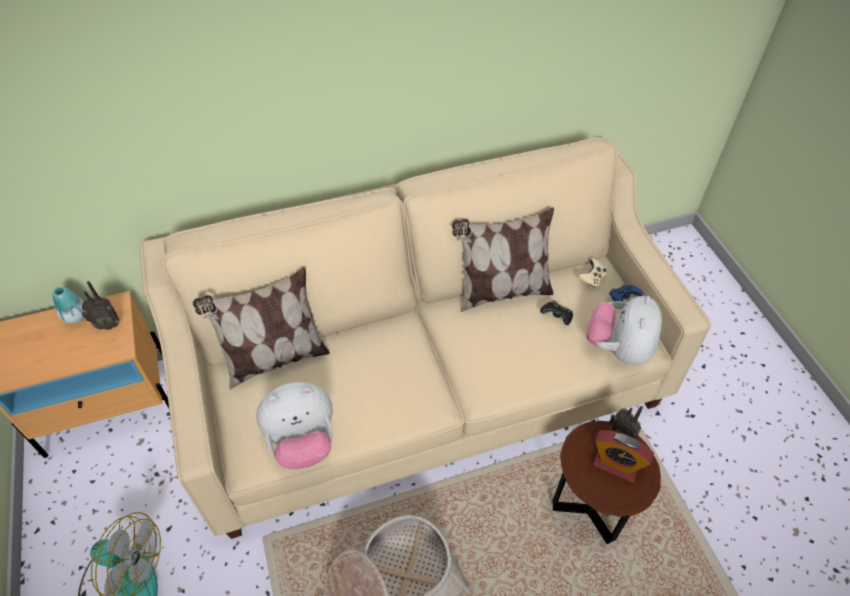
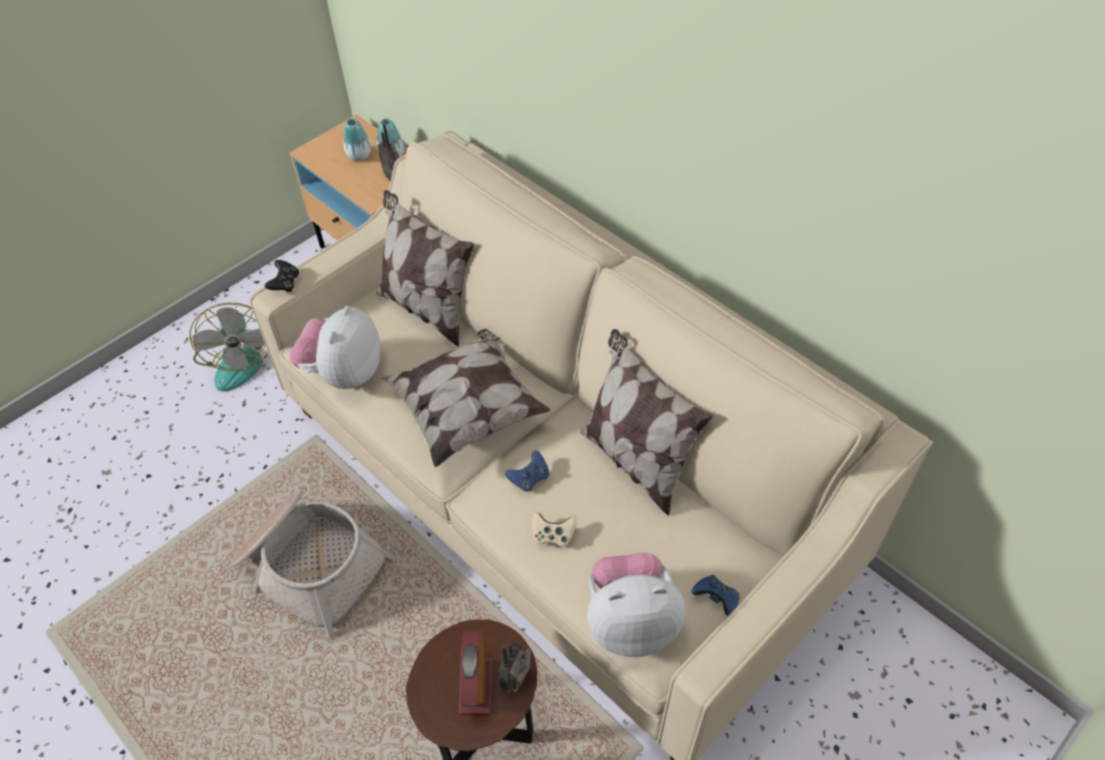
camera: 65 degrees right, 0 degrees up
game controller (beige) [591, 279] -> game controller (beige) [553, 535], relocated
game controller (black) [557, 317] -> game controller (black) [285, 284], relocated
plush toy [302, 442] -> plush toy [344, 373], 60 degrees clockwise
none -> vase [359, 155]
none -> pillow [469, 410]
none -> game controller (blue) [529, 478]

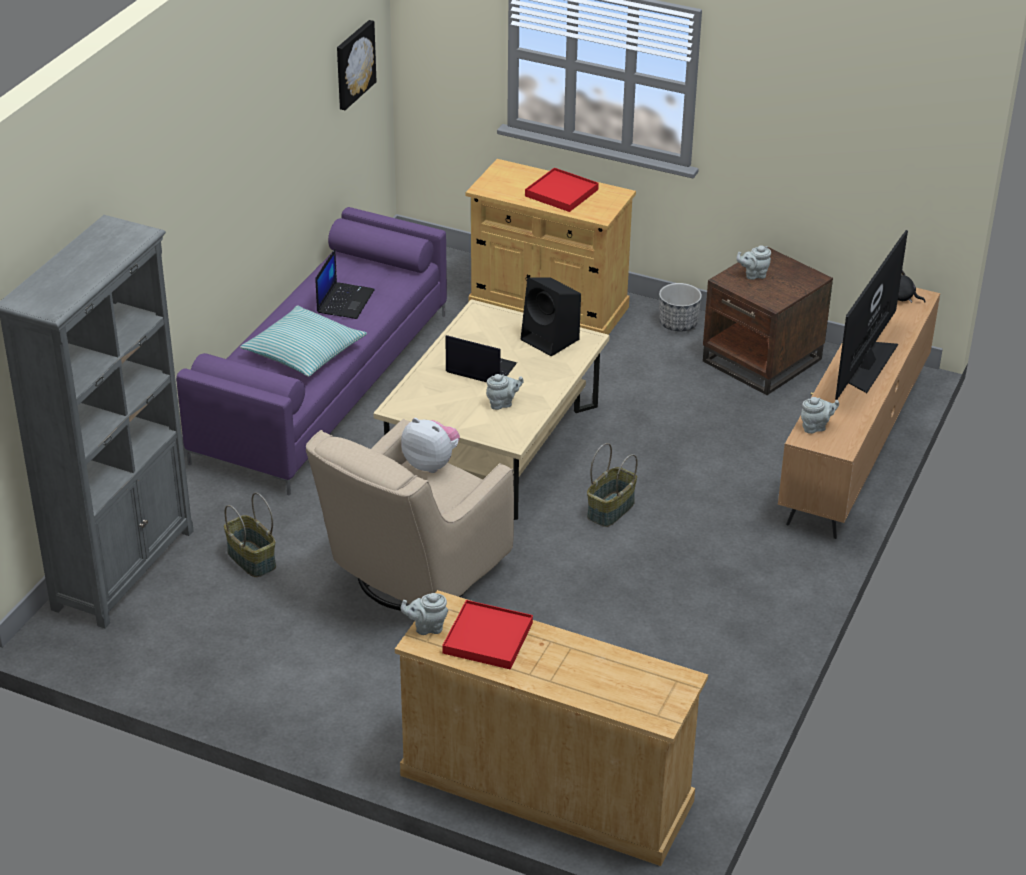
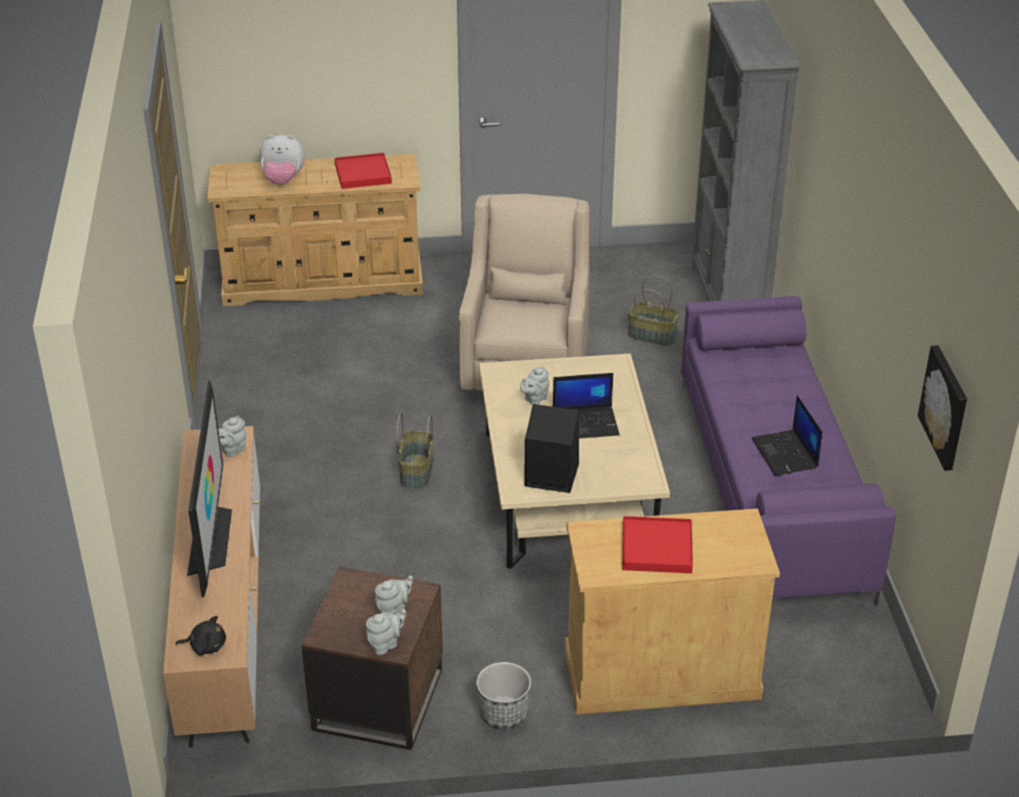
camera: 150 degrees right, 0 degrees up
pillow [304, 352] -> none
plush toy [431, 463] -> plush toy [283, 180], relocated
teapot (grey) [427, 627] -> teapot (grey) [386, 644], relocated

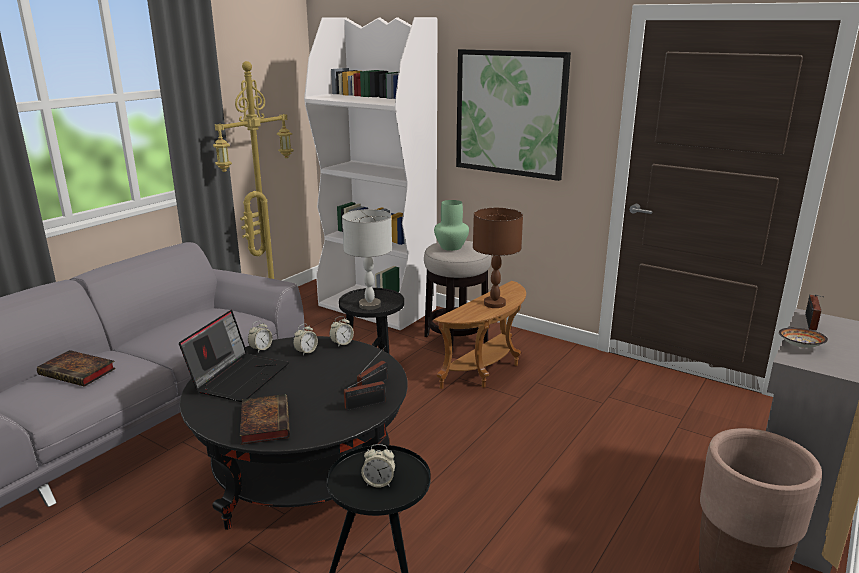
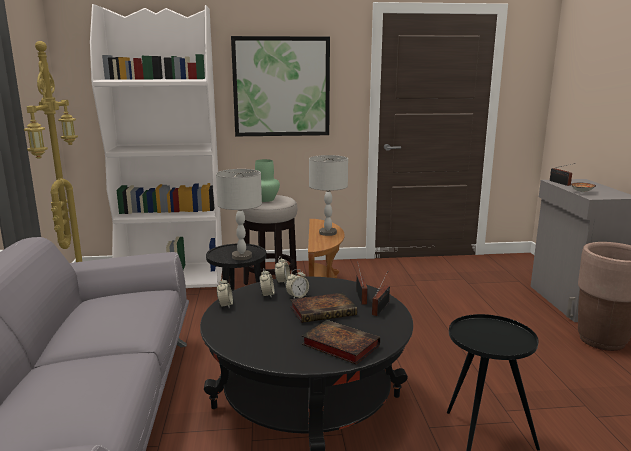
camera: 40 degrees left, 5 degrees down
table lamp (brown) [494, 304] -> table lamp (grey) [327, 233]
laptop [239, 376] -> none
book [79, 372] -> book [324, 311], relocated
alarm clock [379, 482] -> alarm clock [297, 296], relocated

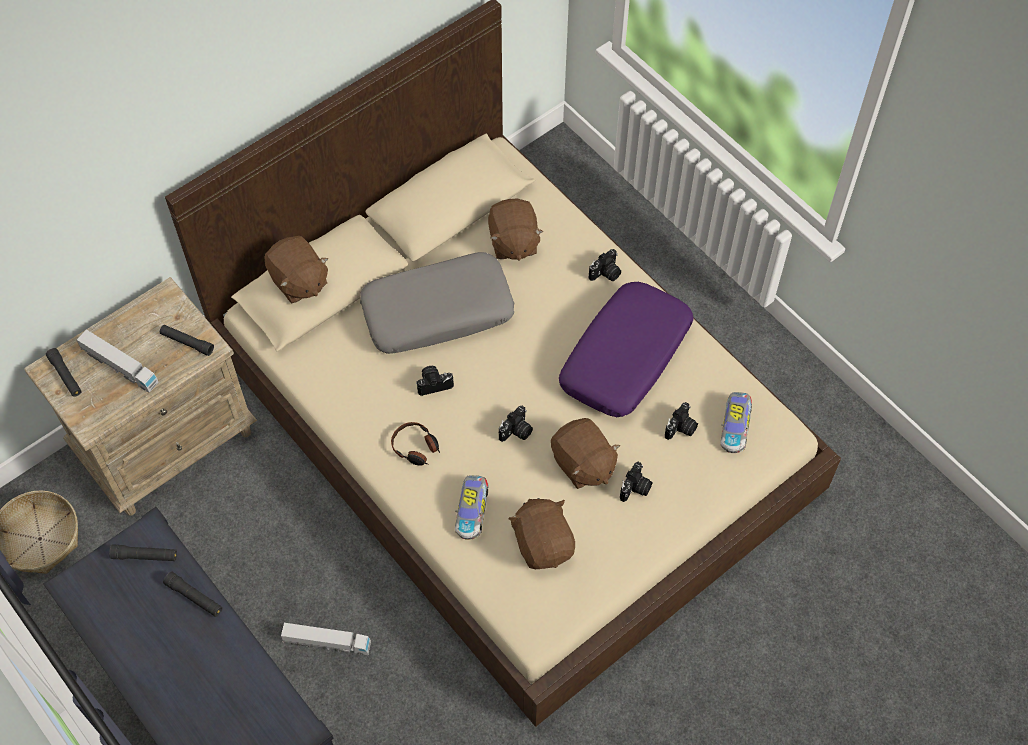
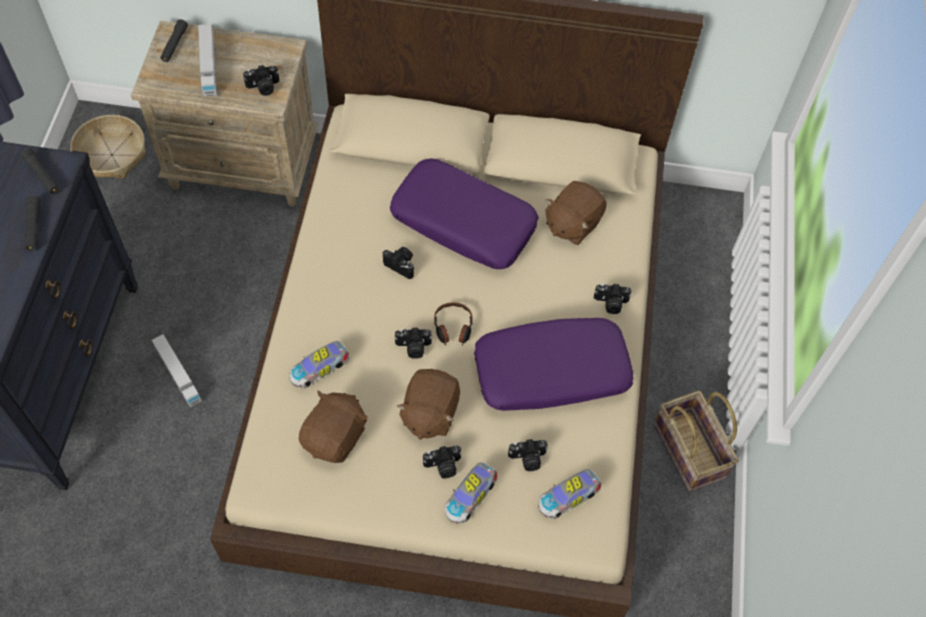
camera: 45 degrees right, 0 degrees up
plush toy (brown) [299, 281] -> none
pillow (grey) [438, 311] -> pillow (purple) [464, 222]
flashlight (black) [187, 342] -> photo camera [263, 87]
headphones [416, 448] -> headphones [453, 328], relocated
none -> basket [690, 451]
none -> toy car [471, 495]

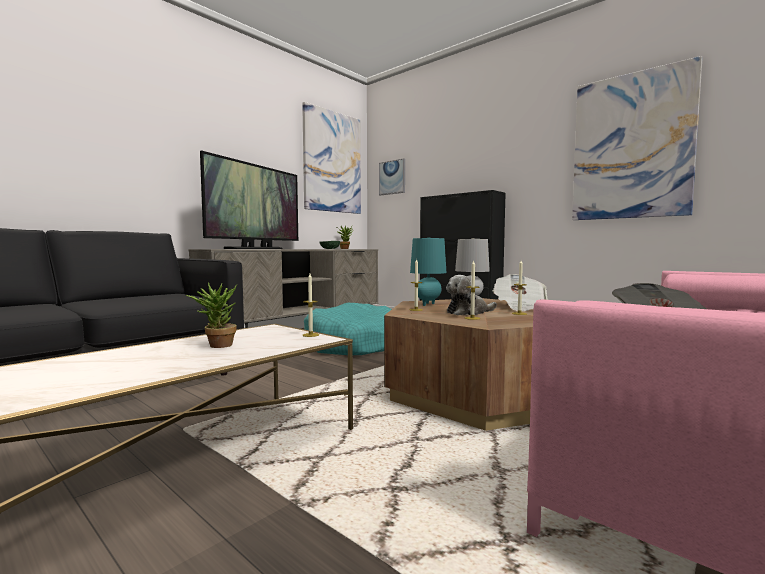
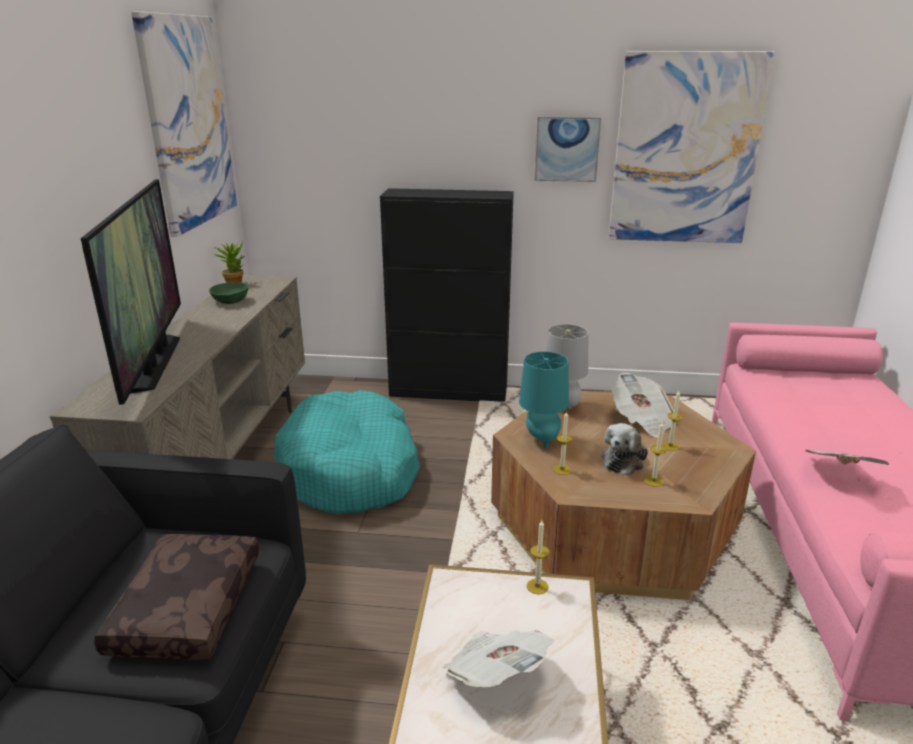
camera: 35 degrees left, 20 degrees up
picture [392, 177] -> picture [567, 149], relocated
potted plant [216, 346] -> newspaper [496, 674]
none -> pillow (brown) [186, 606]

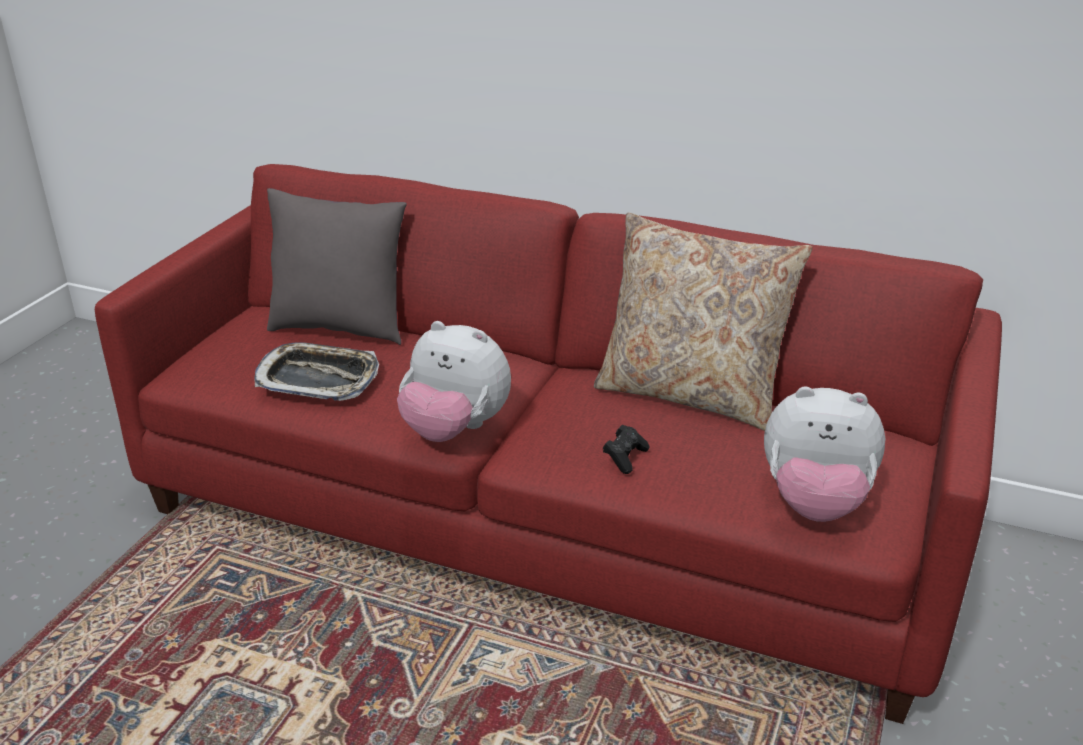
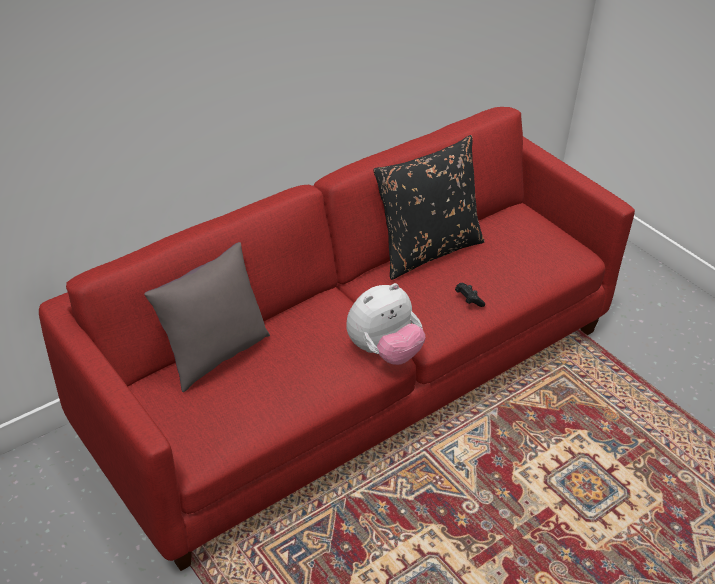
camera: 60 degrees left, 10 degrees up
pillow (beige) [691, 394] -> pillow (black) [427, 249]
tray [318, 379] -> none
plush toy [815, 503] -> none

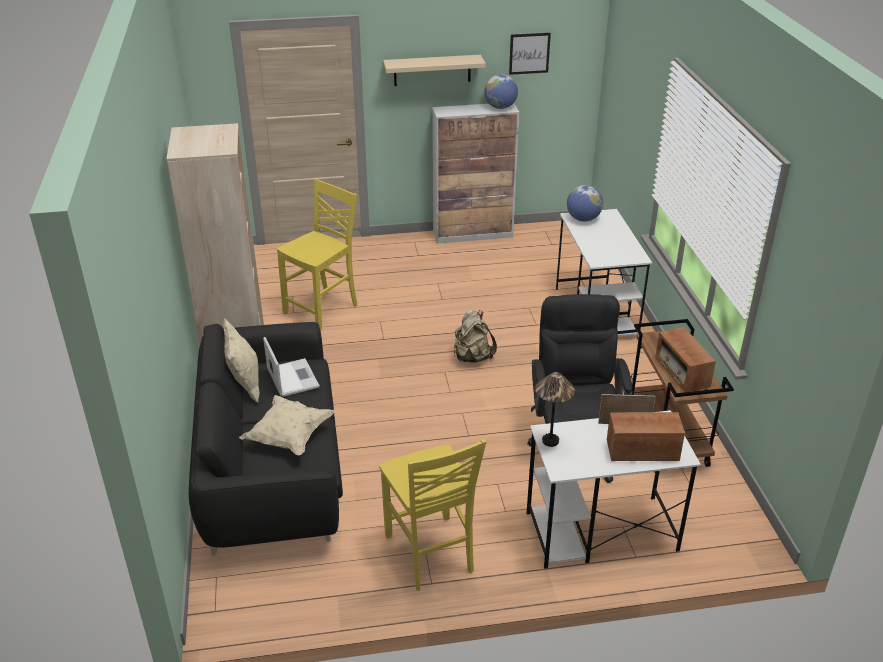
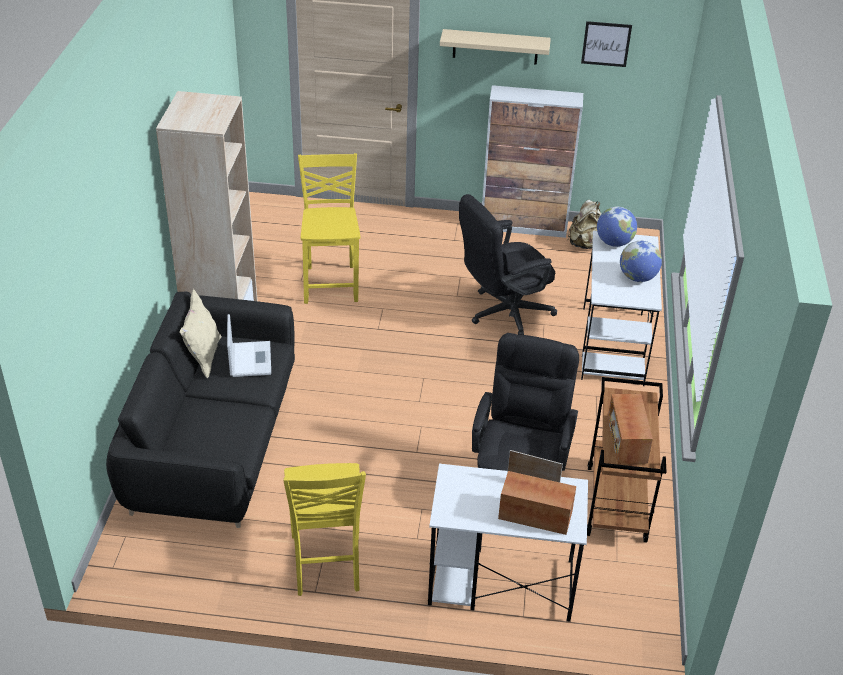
camera: 15 degrees right, 5 degrees up
globe [500, 107] -> globe [637, 277], relocated
chair (yellow) [323, 309] -> chair (yellow) [331, 283], 60 degrees counterclockwise
backpack (beige) [472, 357] -> backpack (beige) [585, 244], relocated
table lamp [550, 441] -> none
pillow (beige) [289, 437] -> none
none -> office chair (black) [503, 313]

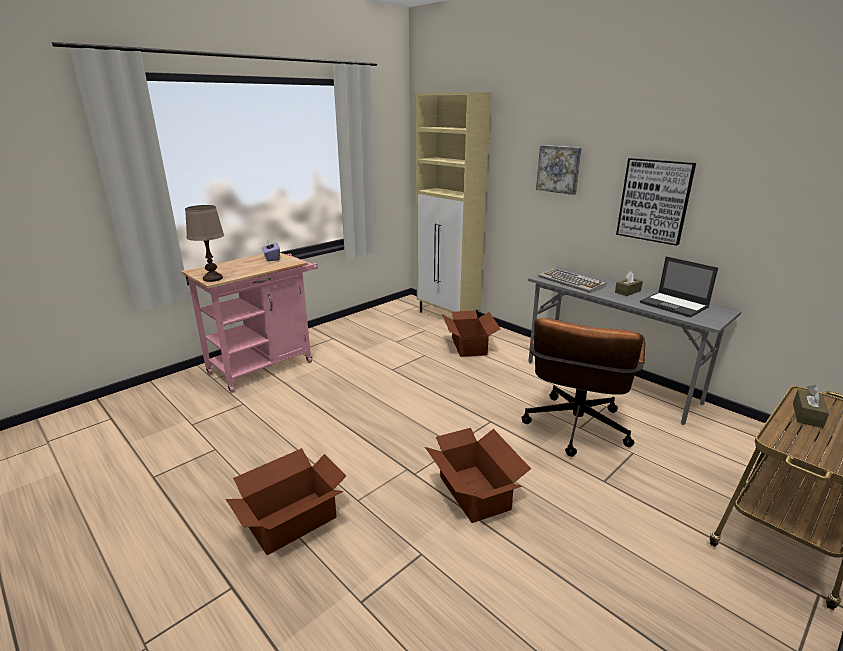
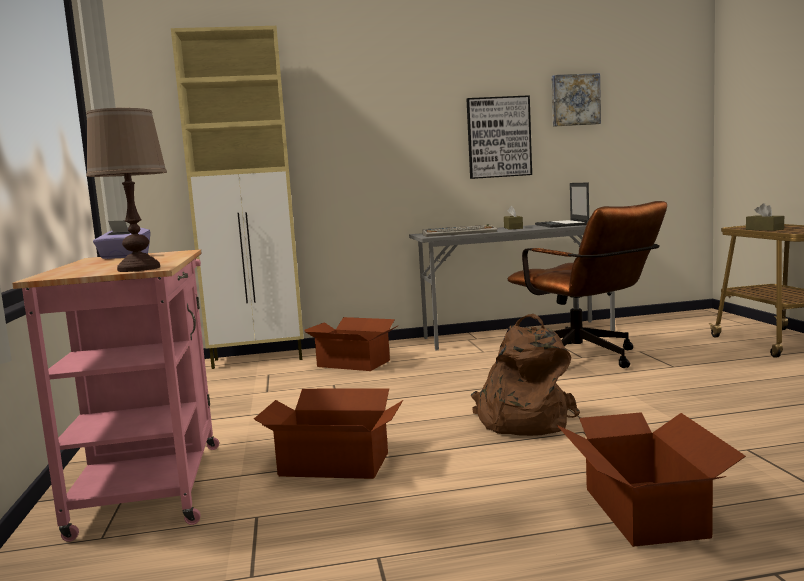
camera: 55 degrees left, 15 degrees down
picture [559, 169] -> picture [575, 100], relocated
laptop [674, 305] -> laptop [562, 224], 90 degrees clockwise
cardboard box [474, 492] -> cardboard box [333, 464], relocated
none -> backpack (brown) [522, 421]

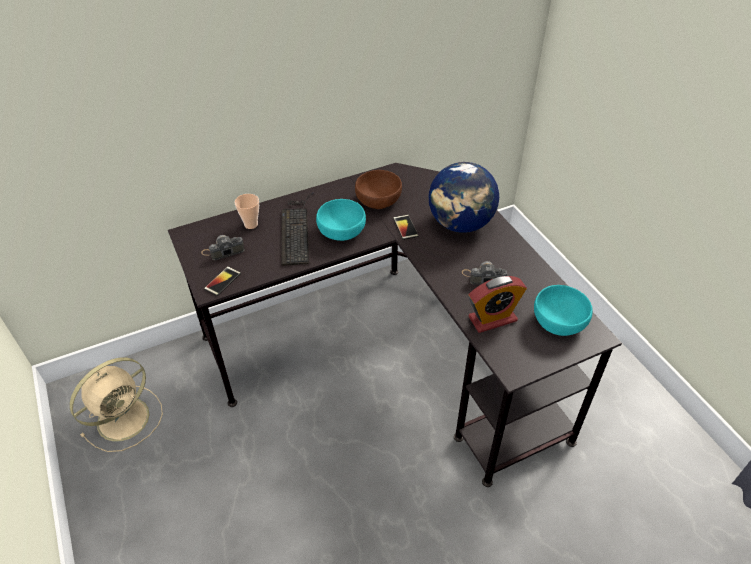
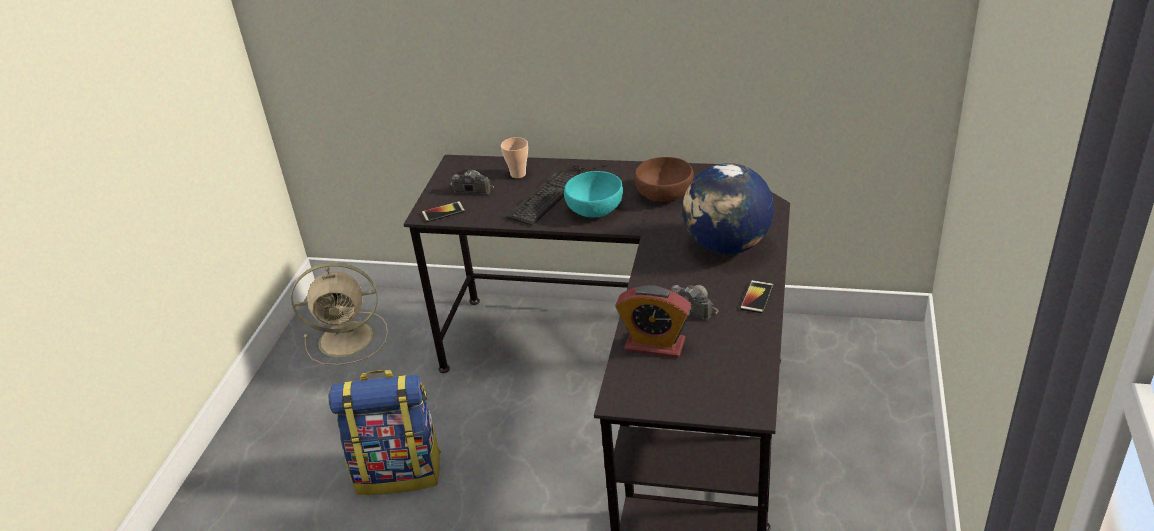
camera: 40 degrees right, 10 degrees down
phone [405, 227] -> phone [757, 297], relocated
bowl (turquoise) [558, 322] -> none
none -> backpack [399, 471]

